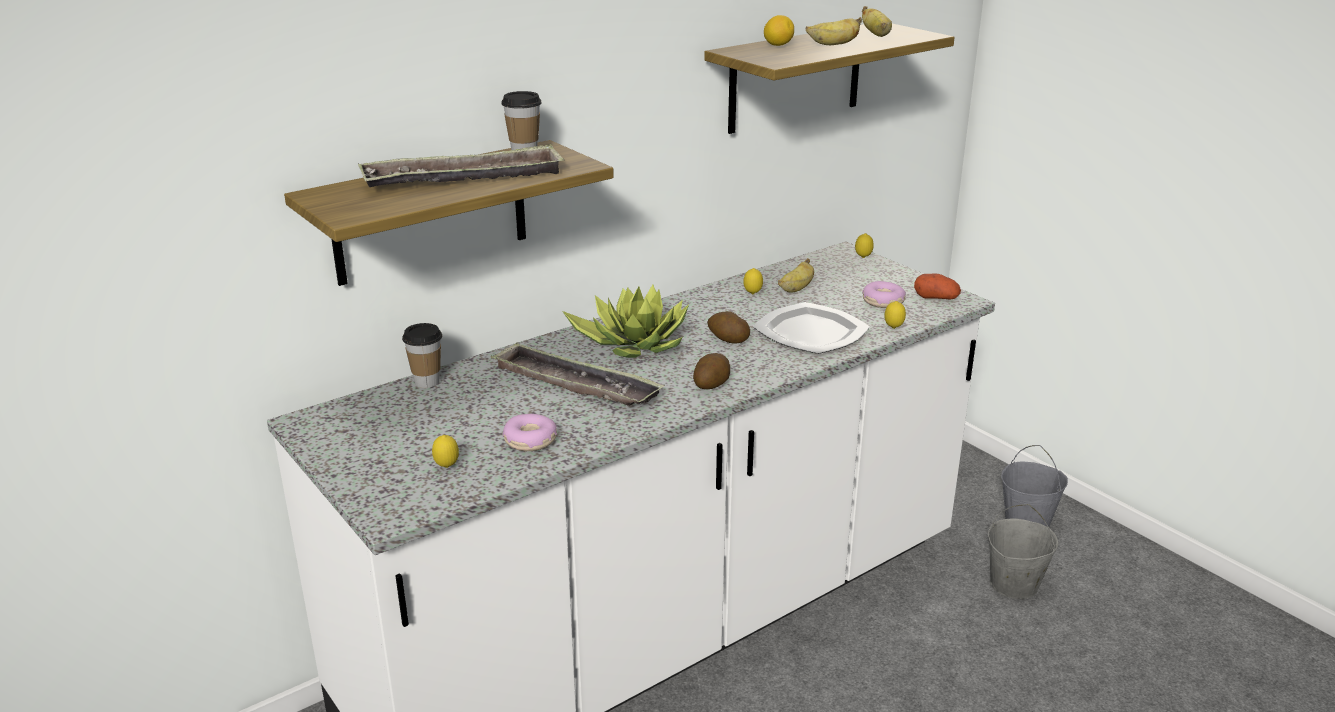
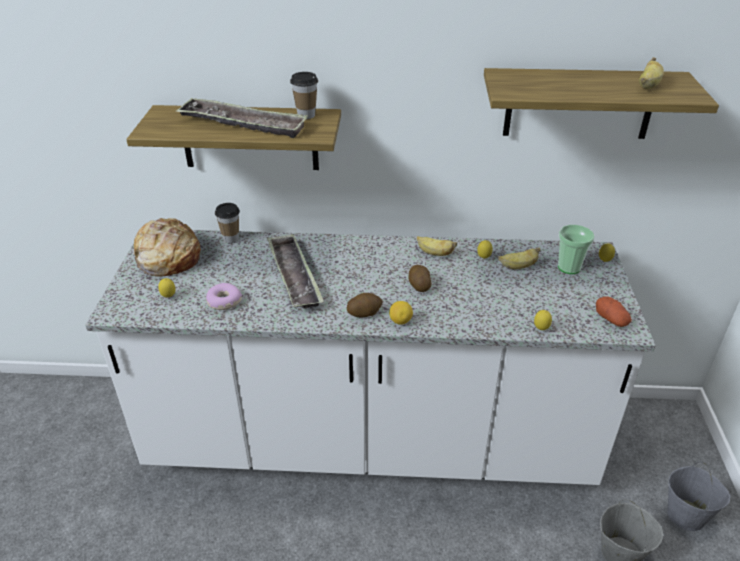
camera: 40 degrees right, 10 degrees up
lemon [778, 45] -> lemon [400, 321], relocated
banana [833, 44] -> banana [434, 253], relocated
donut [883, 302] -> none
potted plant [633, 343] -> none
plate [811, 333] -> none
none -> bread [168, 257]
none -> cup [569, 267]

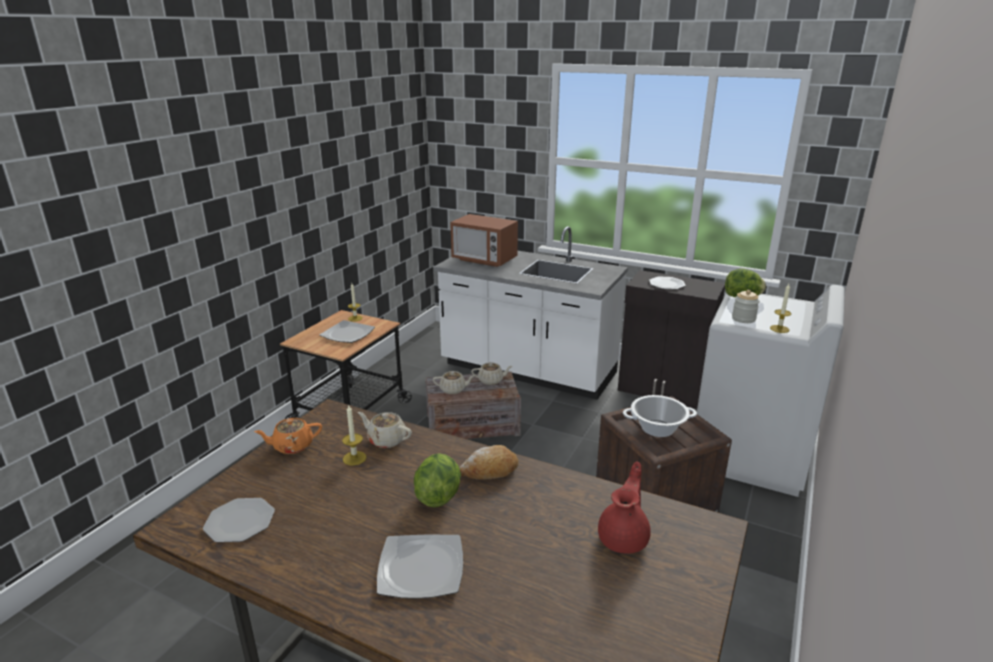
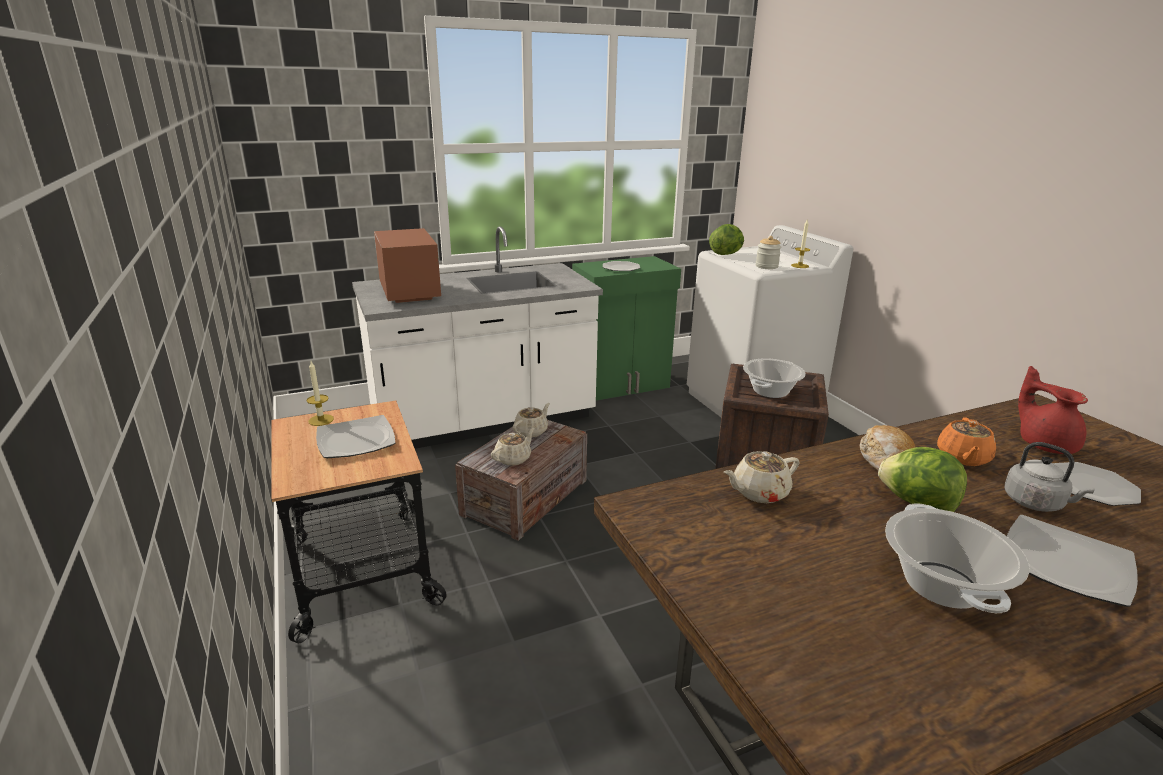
camera: 50 degrees left, 0 degrees up
microwave [484, 260] -> microwave [410, 292], 90 degrees counterclockwise
cabinet (black) [663, 390] -> cabinet (green) [621, 385]
candle [354, 458] -> none
teapot (orange) [292, 446] -> teapot (orange) [962, 457], relocated
plate [239, 521] -> plate [1092, 486], relocated
none -> kettle (grey) [1036, 503]
none -> cooking pot [941, 585]

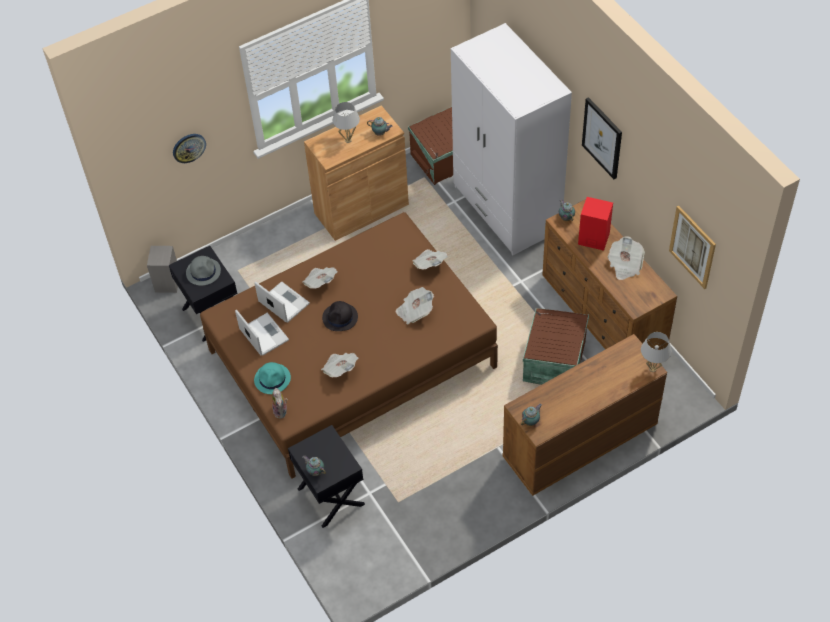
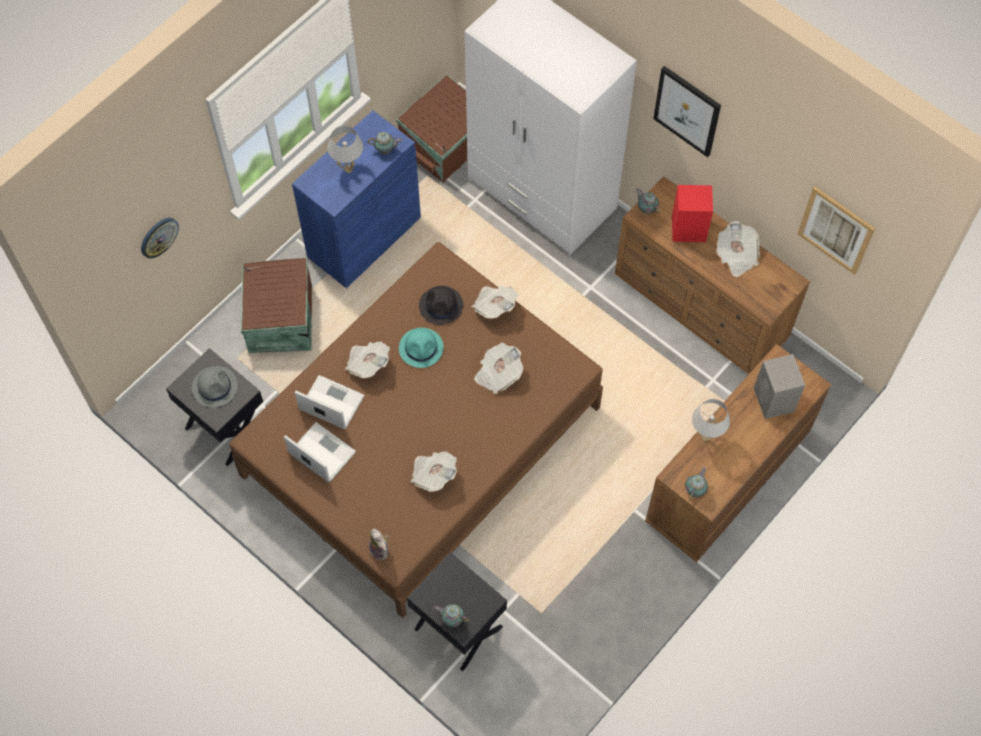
camera: 20 degrees left, 10 degrees up
cabinet (brown) [361, 209] -> cabinet (blue) [364, 237]
speaker (grey) [167, 283] -> speaker (grey) [774, 401], relocated
hat (black) [340, 318] -> hat (black) [441, 306], relocated
storage box (brown) [553, 361] -> storage box (brown) [279, 320], relocated
table lamp (white) [652, 369] -> table lamp (white) [705, 436], relocated
hat (turquoise) [272, 379] -> hat (turquoise) [421, 348], relocated

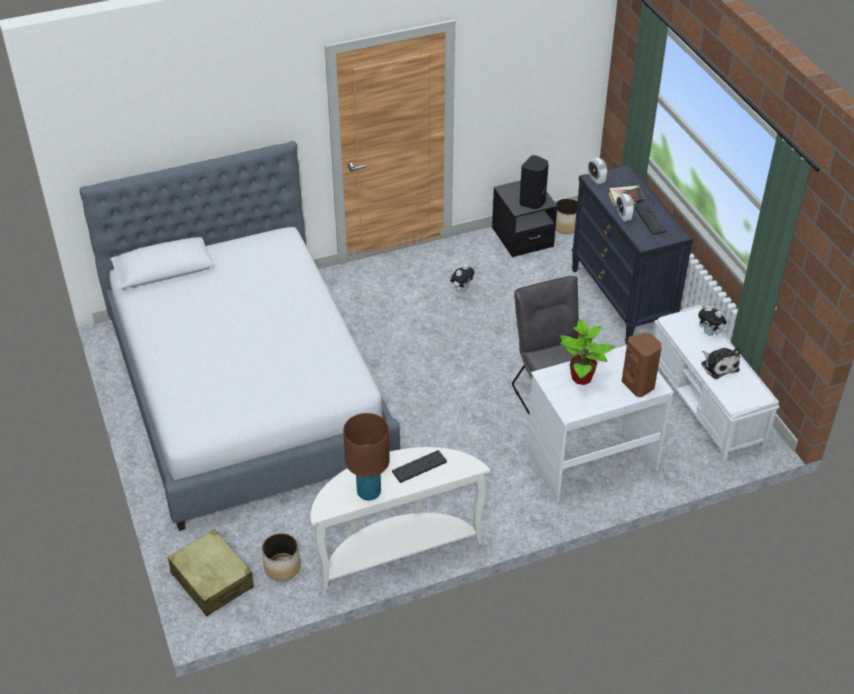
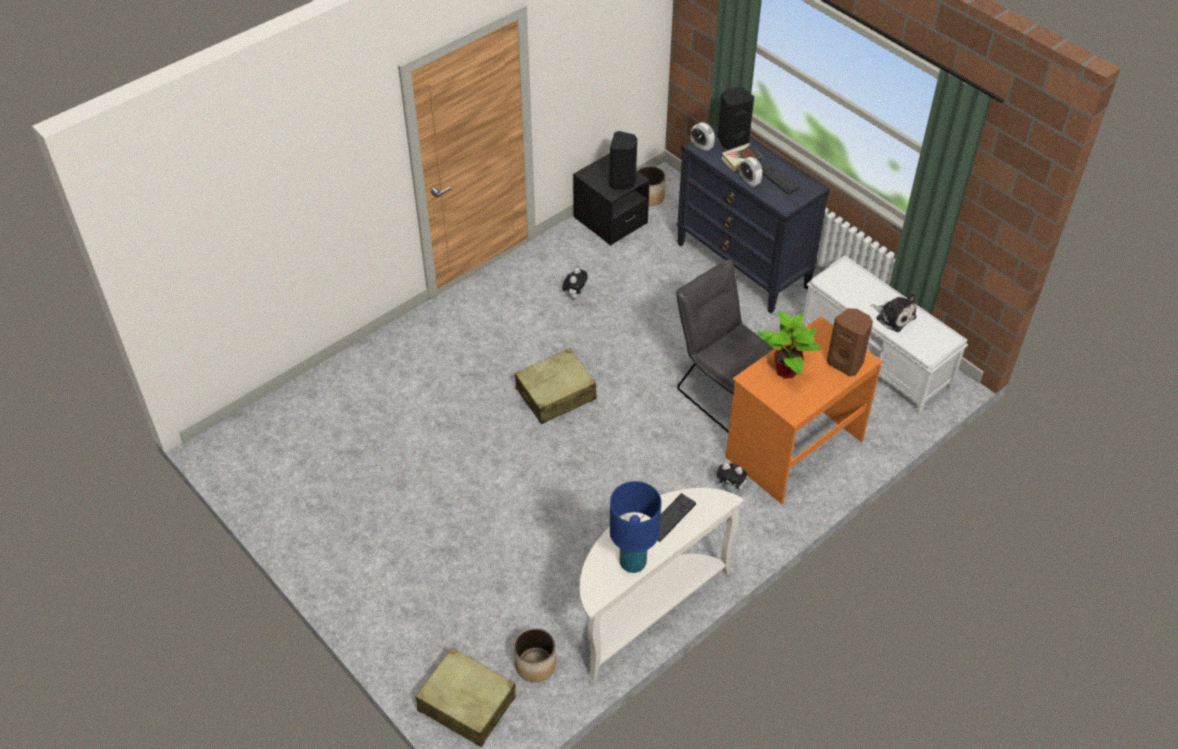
camera: 20 degrees left, 5 degrees up
bed [247, 392] -> none
plush toy [710, 333] -> plush toy [731, 488], relocated
desk (white) [591, 459] -> desk (orange) [793, 447]
table lamp (brown) [369, 492] -> table lamp (blue) [633, 563]
none -> speaker (black) [732, 140]
none -> suitcase (beige) [556, 394]

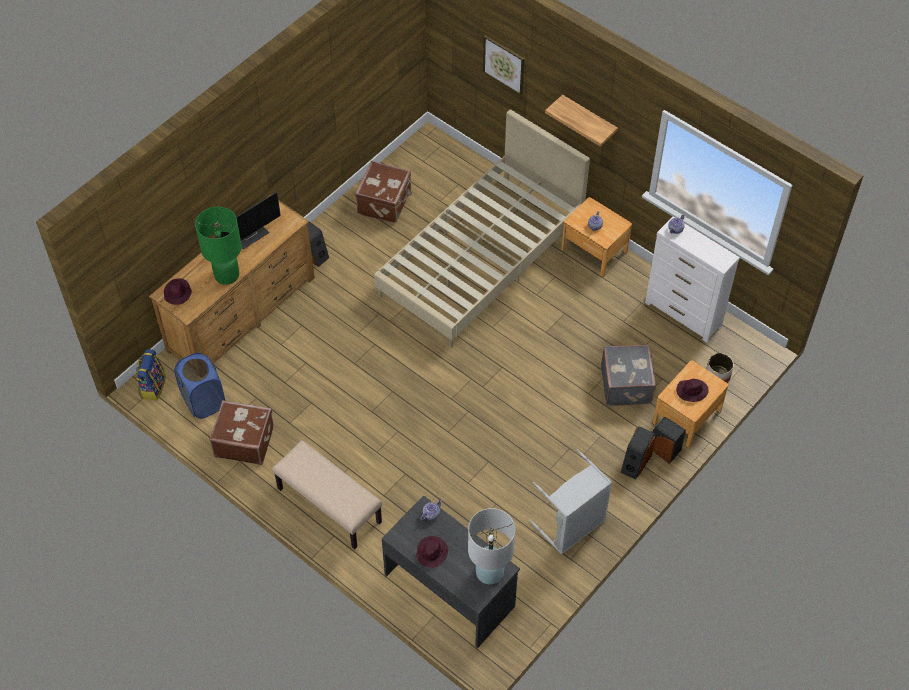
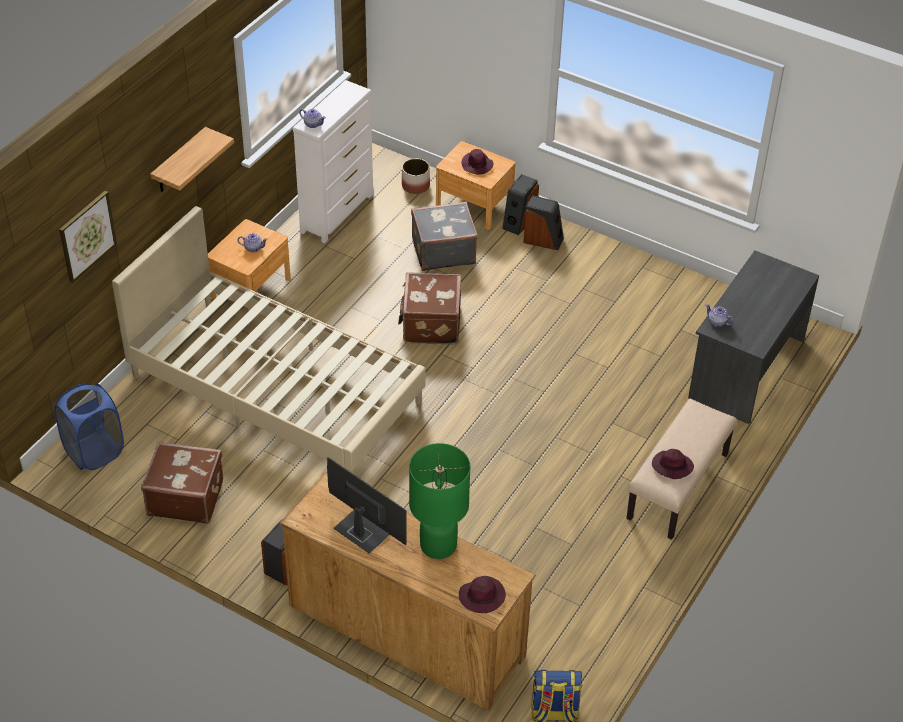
camera: 100 degrees left, 10 degrees down
laundry basket (blue) [203, 401] -> laundry basket (blue) [94, 452], relocated
suitcase (brown) [244, 441] -> suitcase (brown) [430, 324], relocated
laundry basket (grey) [572, 526] -> none
table lamp (white) [490, 572] -> none
hat (purple) [431, 552] -> hat (purple) [671, 466], relocated

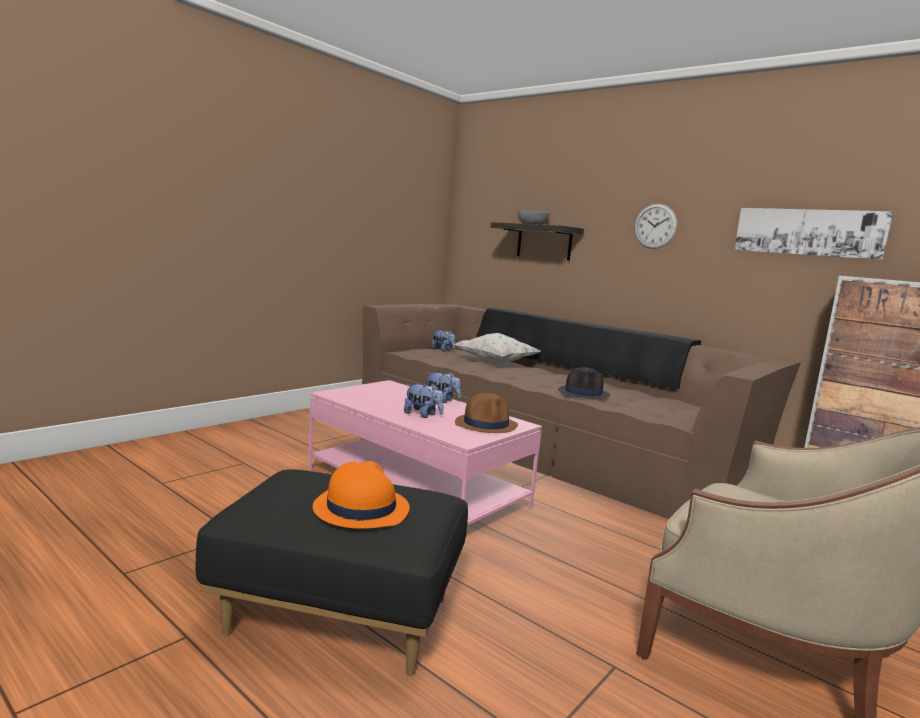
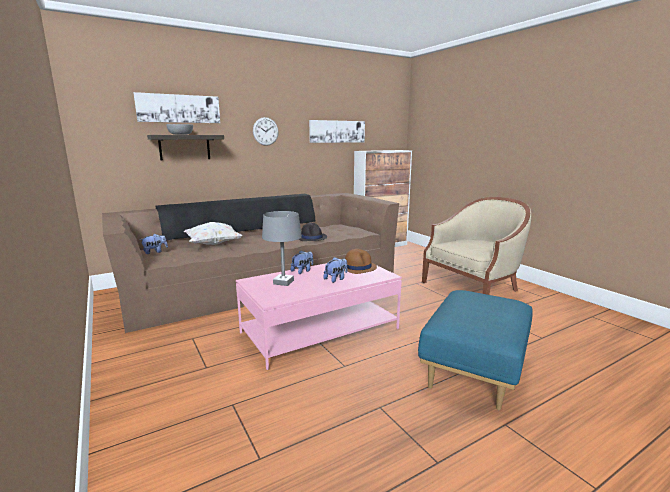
camera: 70 degrees left, 5 degrees up
hat (orange) [360, 508] -> none
ottoman (black) [338, 617] -> ottoman (blue) [475, 372]
none -> picture [179, 108]
none -> table lamp (grey) [283, 282]

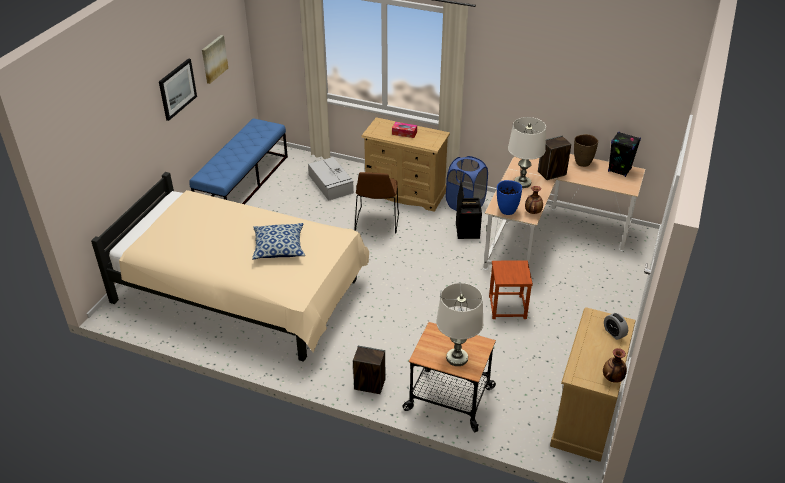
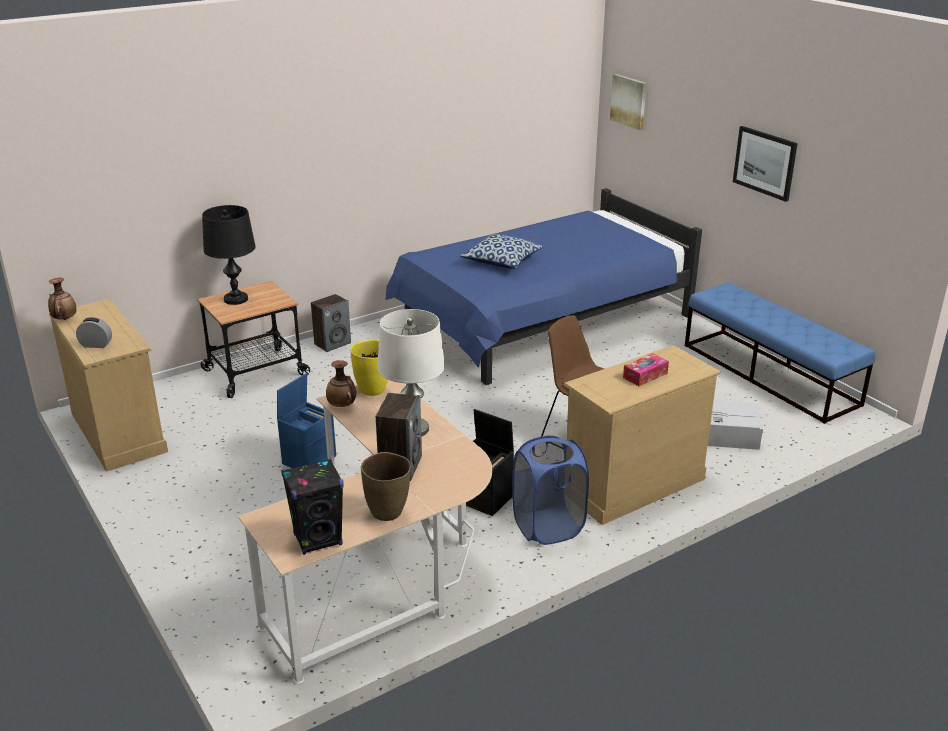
camera: 125 degrees right, 10 degrees down
picture [214, 59] -> picture [629, 101], relocated
bed (beige) [243, 293] -> bed (blue) [541, 323]
vase (blue) [507, 211] -> vase (yellow) [372, 389]
stool (brown) [507, 307] -> storage box (blue) [309, 459]
table lamp (white) [457, 358] -> table lamp (black) [236, 299]

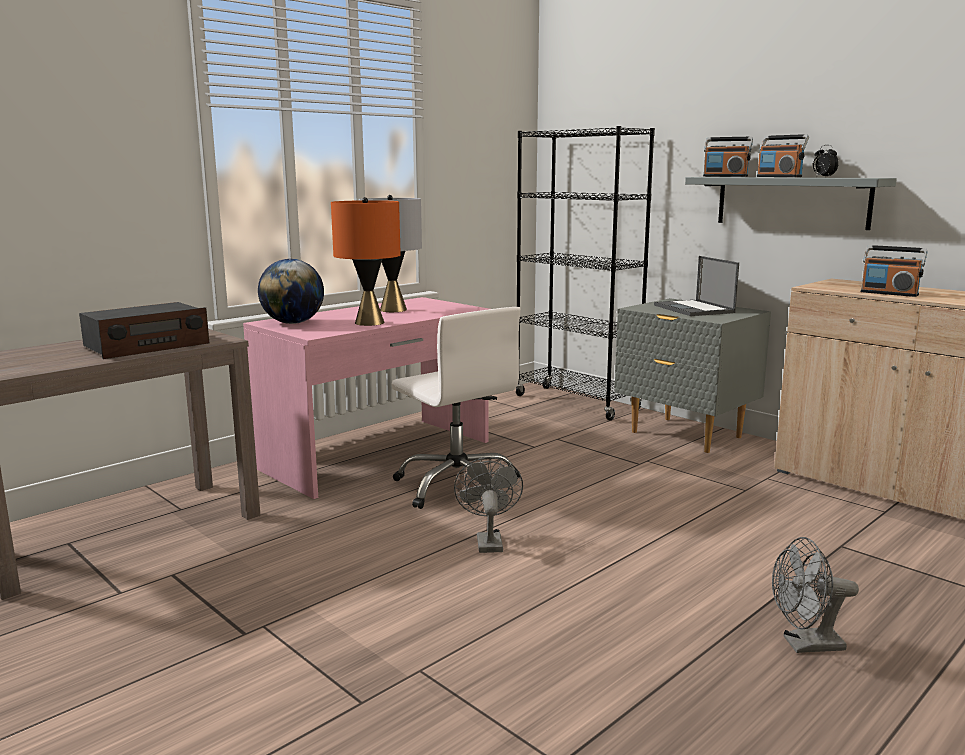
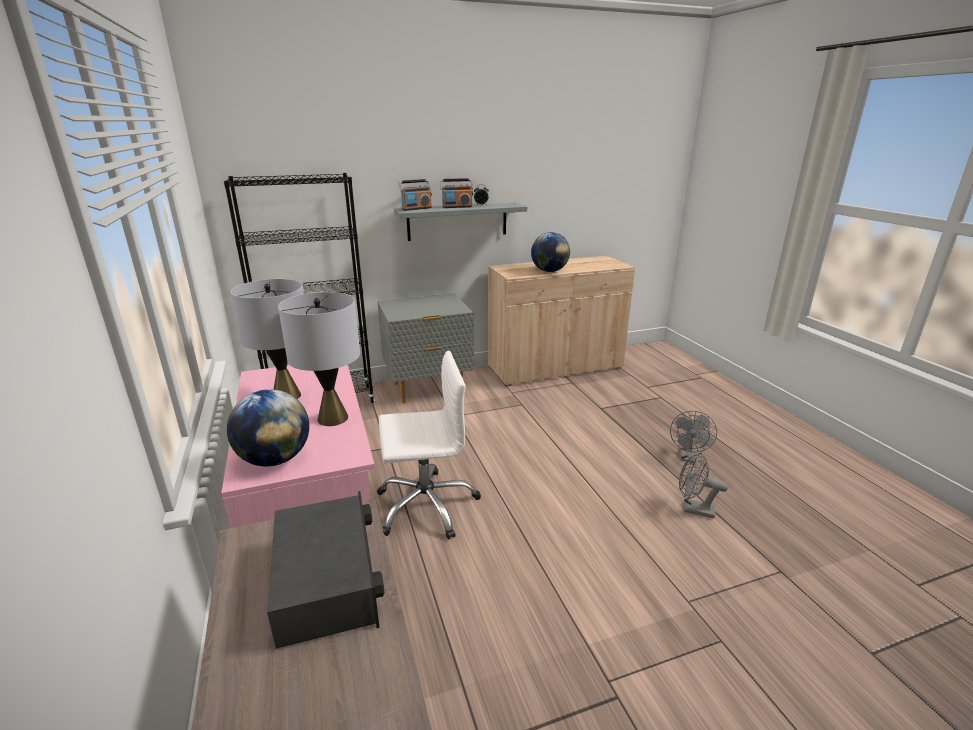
camera: 65 degrees left, 10 degrees up
table lamp (orange) [369, 322] -> table lamp (grey) [332, 418]
radio [889, 293] -> globe [549, 271]
laptop [694, 309] -> none
fan (grey) [488, 541] -> fan (grey) [693, 509], relocated

